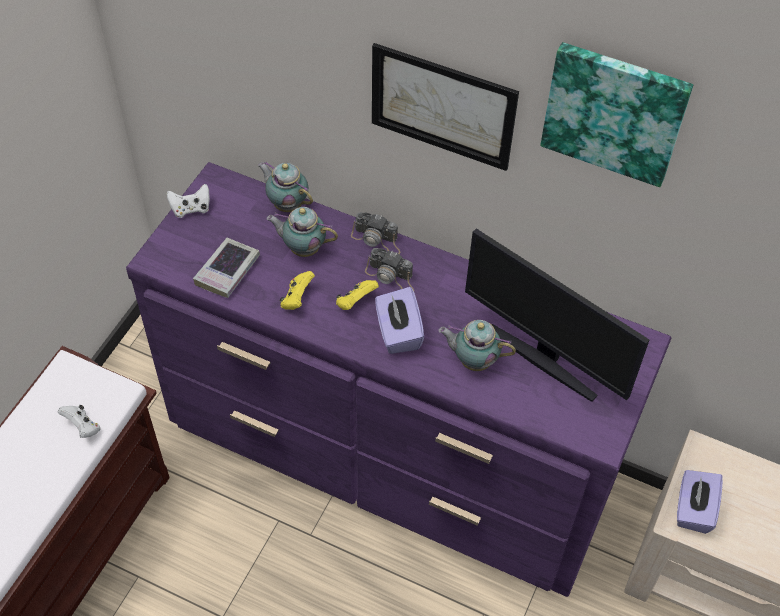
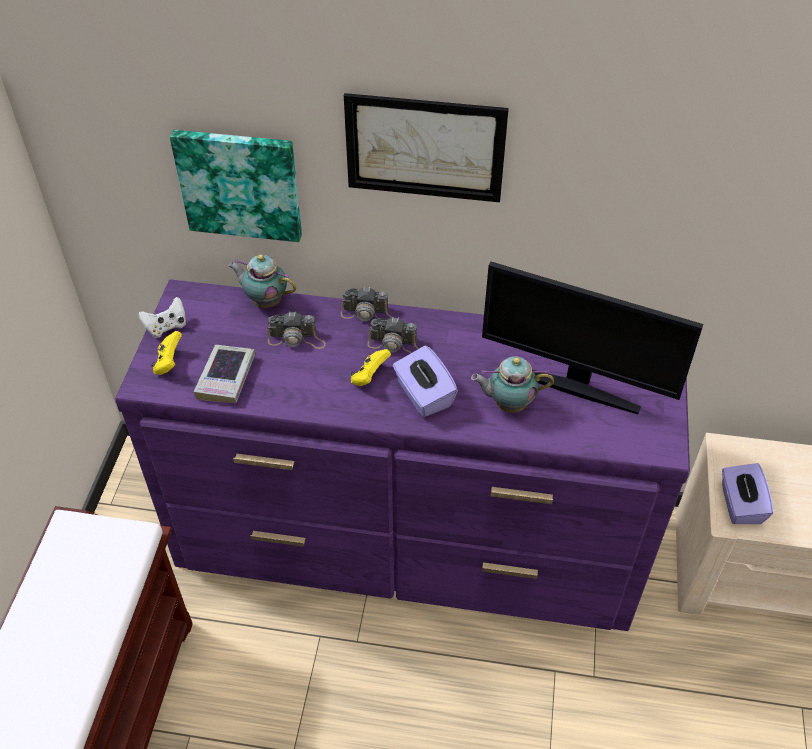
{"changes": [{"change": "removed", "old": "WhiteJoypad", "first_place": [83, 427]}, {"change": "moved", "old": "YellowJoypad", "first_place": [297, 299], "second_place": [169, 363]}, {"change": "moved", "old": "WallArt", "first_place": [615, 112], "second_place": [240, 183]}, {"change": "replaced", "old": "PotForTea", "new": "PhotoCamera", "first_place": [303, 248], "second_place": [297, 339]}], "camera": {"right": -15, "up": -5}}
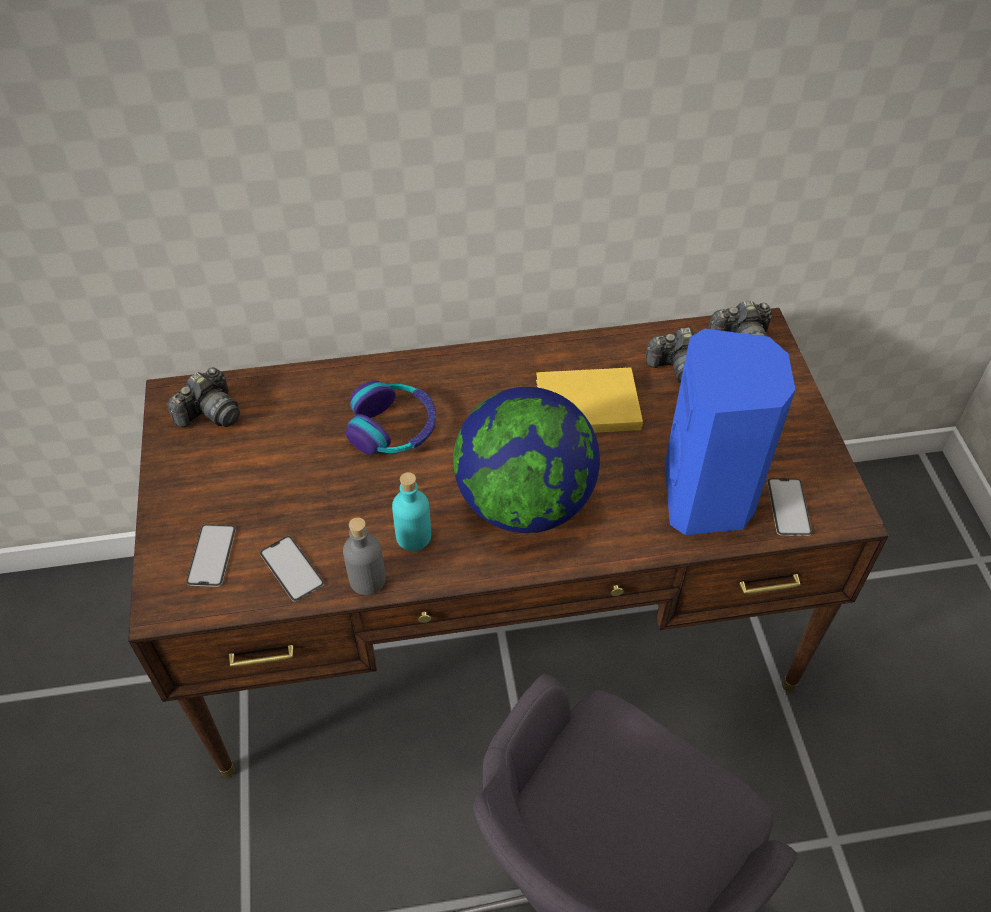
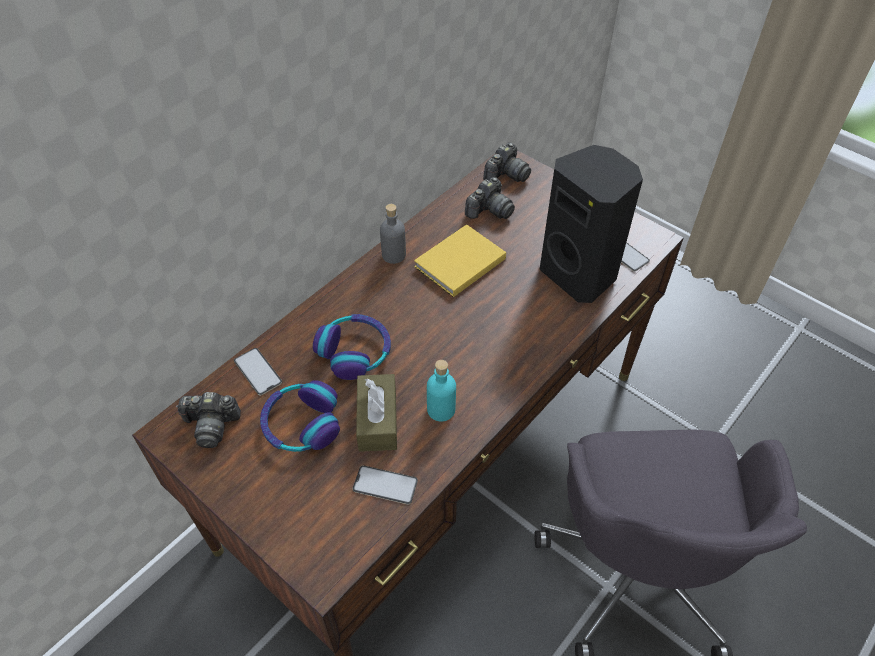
{"changes": [{"change": "removed", "old": "Globe", "first_place": [524, 503]}, {"change": "added", "new": "PairOfHeadphones", "second_place": [301, 424]}, {"change": "added", "new": "BrownTissueBox", "second_place": [377, 420]}, {"change": "moved", "old": "Telephone", "first_place": [211, 555], "second_place": [258, 371]}, {"change": "moved", "old": "GreyBottle", "first_place": [367, 580], "second_place": [393, 255]}, {"change": "recoloured", "old": "BluishAudioSpeaker", "new": "BlackishAudioSpeaker", "first_place": [708, 497], "second_place": [580, 274]}, {"change": "turned", "old": "PhotoCamera", "first_place": [210, 413], "second_place": [211, 425], "degrees": 90}], "camera": {"right": -40, "up": 0}}
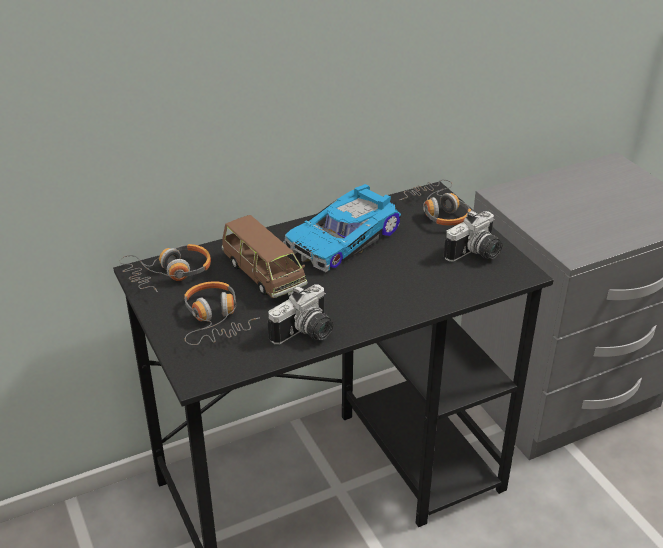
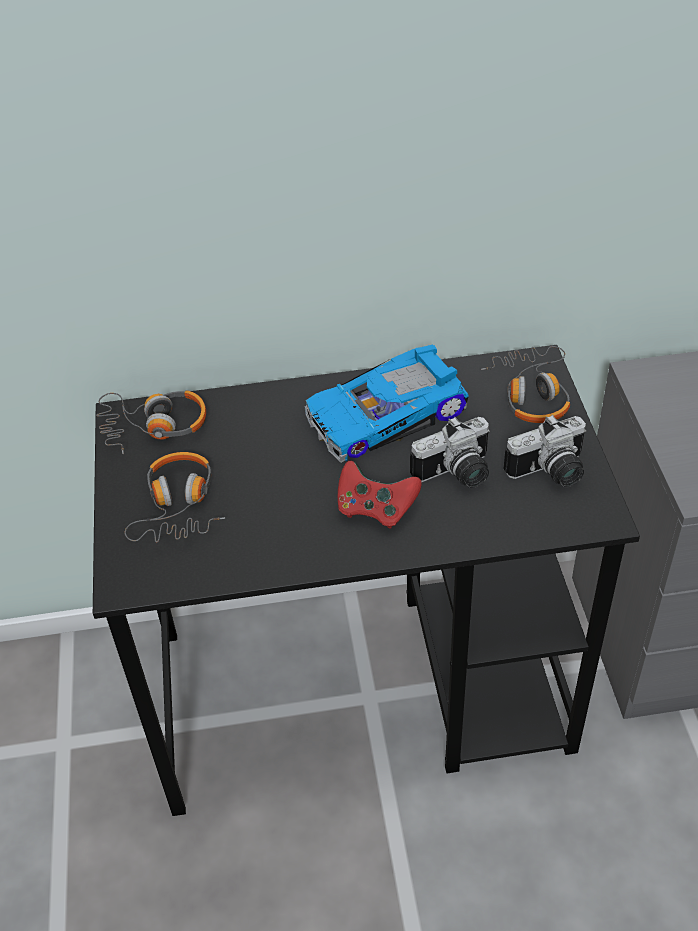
{"changes": [{"change": "removed", "old": "BrownToyCar", "first_place": [263, 274]}, {"change": "added", "new": "RedJoypad", "second_place": [375, 508]}, {"change": "moved", "old": "PhotoCamera", "first_place": [306, 334], "second_place": [457, 475]}], "camera": {"right": 20, "up": 10}}
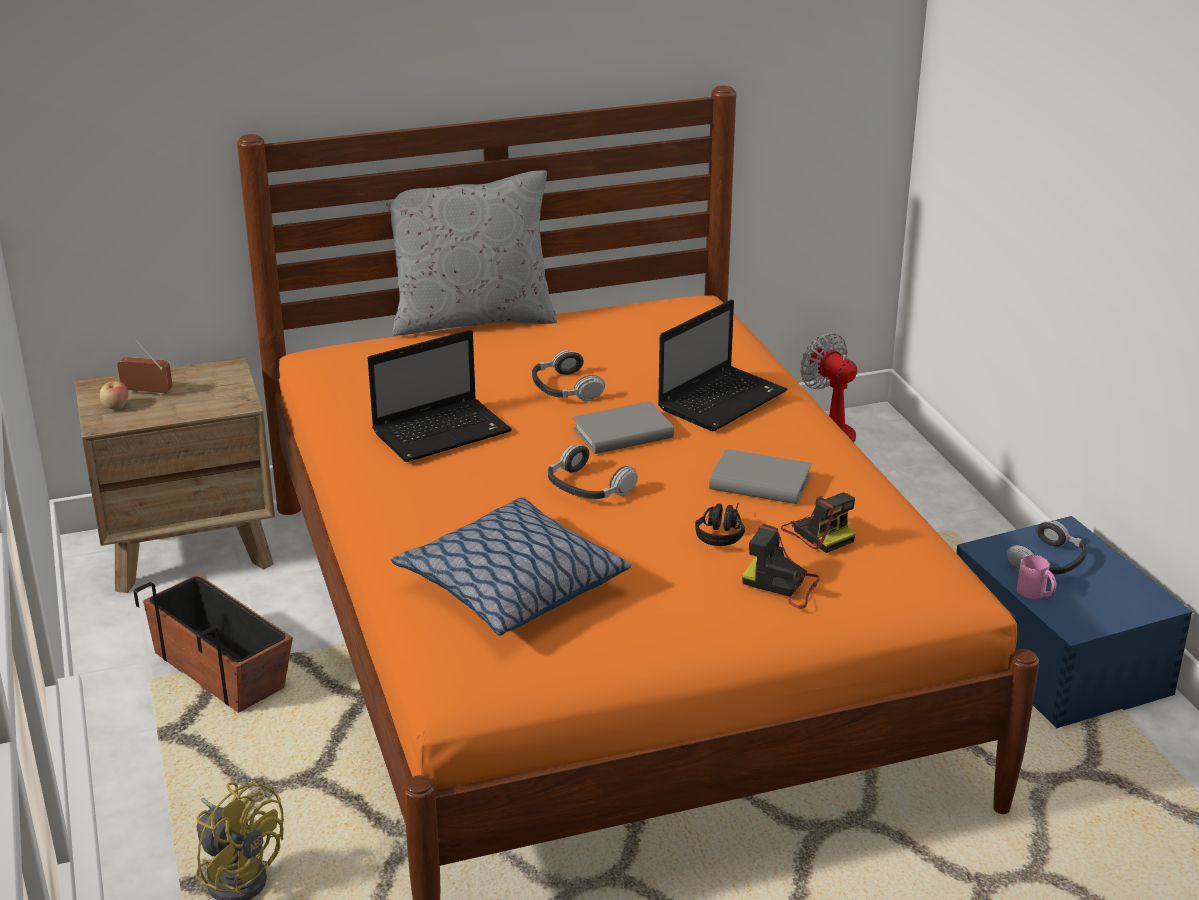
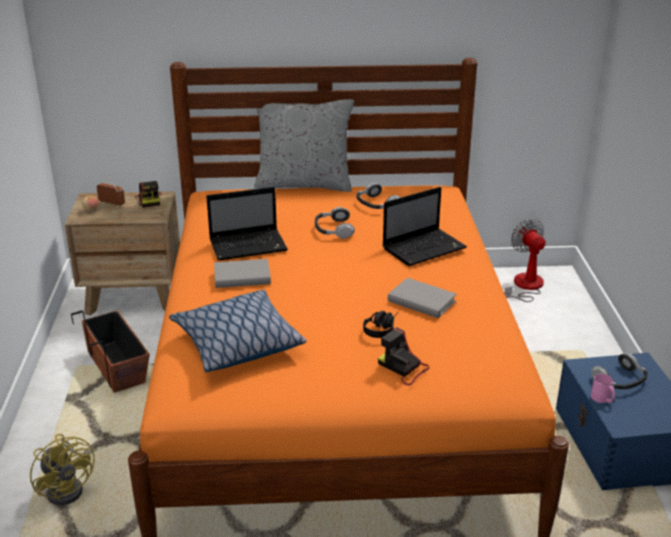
{"changes": [{"change": "moved", "old": "PairOfHeadphones", "first_place": [588, 487], "second_place": [376, 204]}, {"change": "moved", "old": "GreyVolume", "first_place": [623, 433], "second_place": [242, 277]}, {"change": "moved", "old": "PhotoCamera", "first_place": [818, 532], "second_place": [149, 200]}], "camera": {"right": 15, "up": 0}}
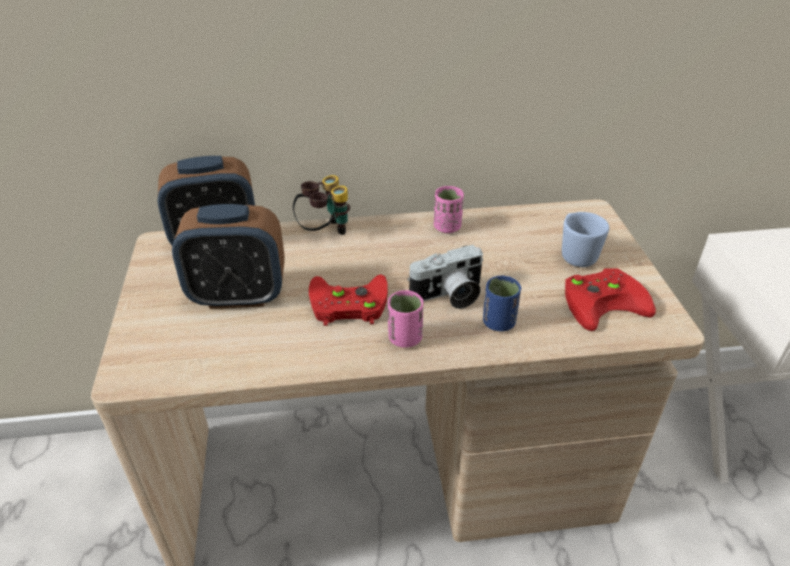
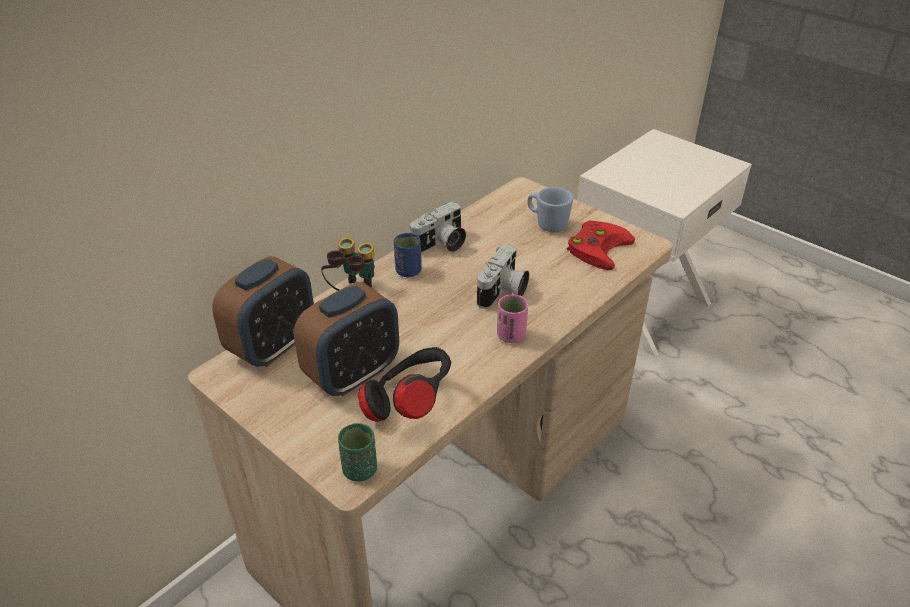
{"changes": [{"change": "removed", "old": "RedJoypad", "first_place": [346, 304]}, {"change": "added", "new": "GreenCup", "second_place": [360, 470]}, {"change": "added", "new": "BlackishPairOfHeadphones", "second_place": [410, 405]}, {"change": "moved", "old": "BluishCup", "first_place": [498, 323], "second_place": [408, 271]}, {"change": "replaced", "old": "PinkishCup", "new": "PhotoCamera", "first_place": [447, 227], "second_place": [441, 245]}], "camera": {"right": -40, "up": 0}}
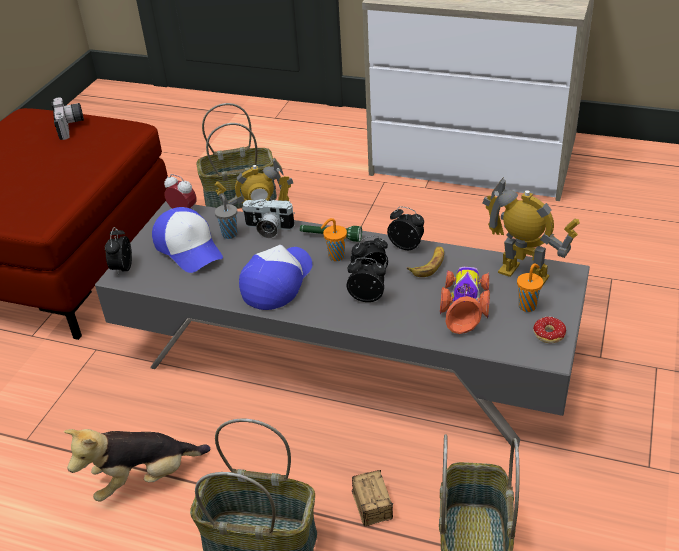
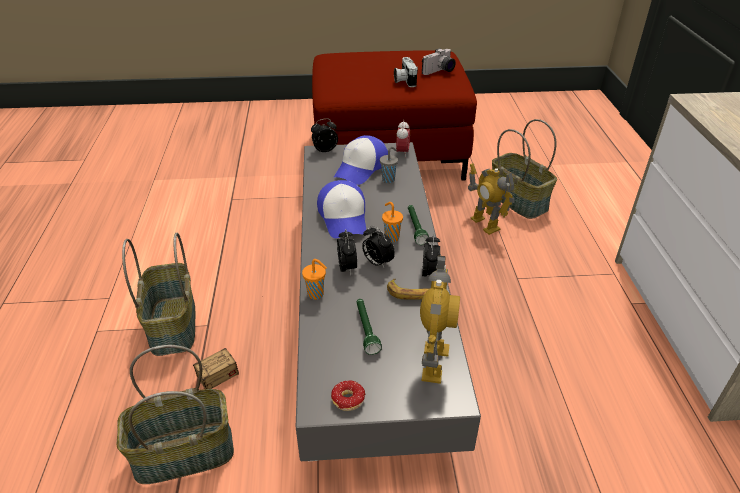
{"changes": [{"change": "removed", "old": "PlushToy", "first_place": [144, 479]}, {"change": "moved", "old": "PhotoCamera", "first_place": [268, 229], "second_place": [404, 80]}, {"change": "moved", "old": "OrangeCup", "first_place": [528, 306], "second_place": [316, 294]}, {"change": "replaced", "old": "ToyCar", "new": "GreenTorch", "first_place": [465, 304], "second_place": [366, 329]}, {"change": "turned", "old": "BaseballCap", "first_place": [277, 282], "second_place": [344, 217], "degrees": 75}], "camera": {"right": 65, "up": 0}}
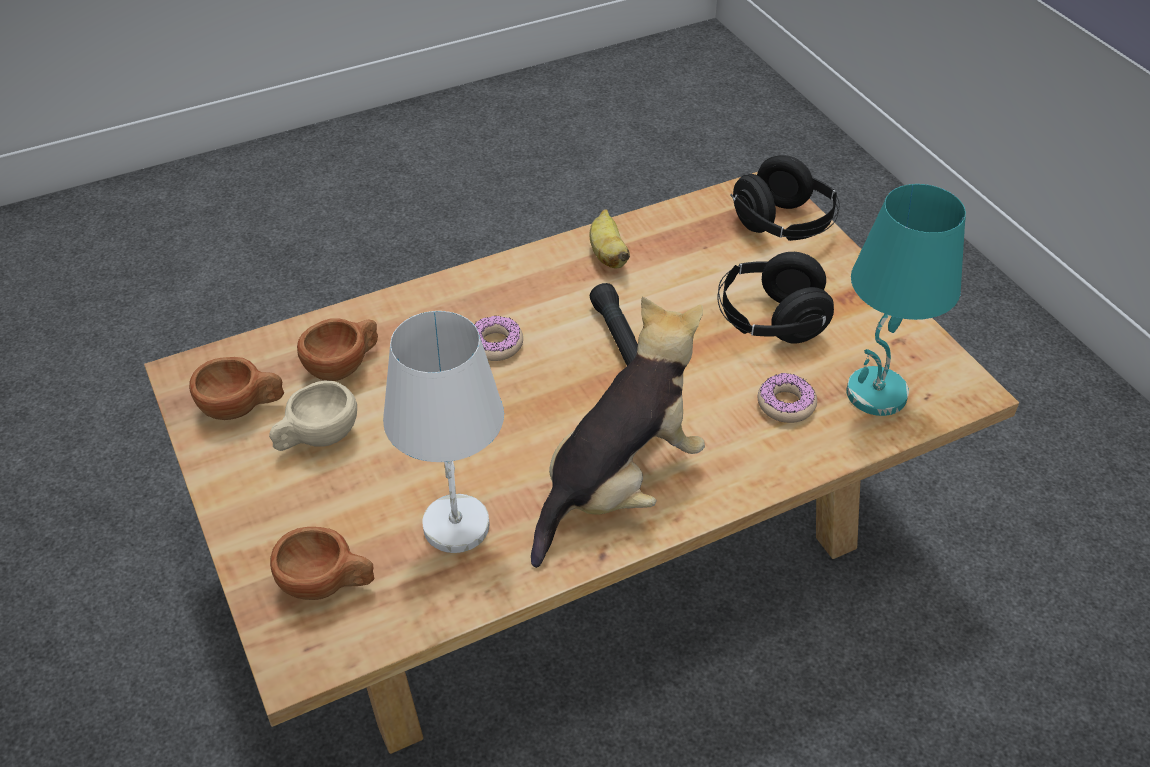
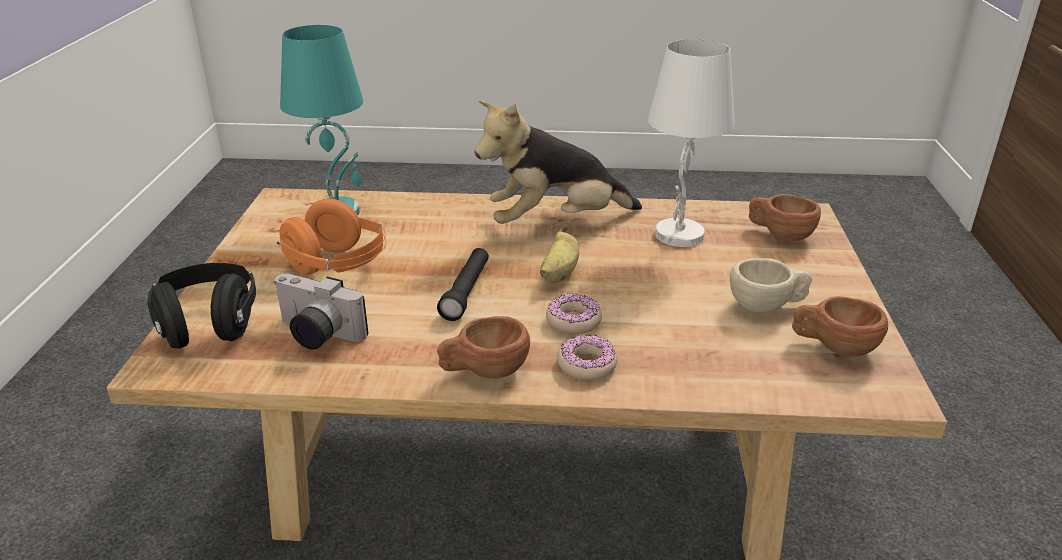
{"changes": [{"change": "added", "new": "PhotoCamera", "second_place": [315, 335]}, {"change": "moved", "old": "BrownCup", "first_place": [344, 365], "second_place": [484, 371]}, {"change": "moved", "old": "WholeBanana", "first_place": [607, 255], "second_place": [559, 274]}, {"change": "moved", "old": "Donut", "first_place": [786, 404], "second_place": [586, 365]}, {"change": "recoloured", "old": "BlackishPairOfHeadphones", "new": "OrangePairOfHeadphones", "first_place": [770, 321], "second_place": [338, 266]}], "camera": {"right": -150, "up": -15}}
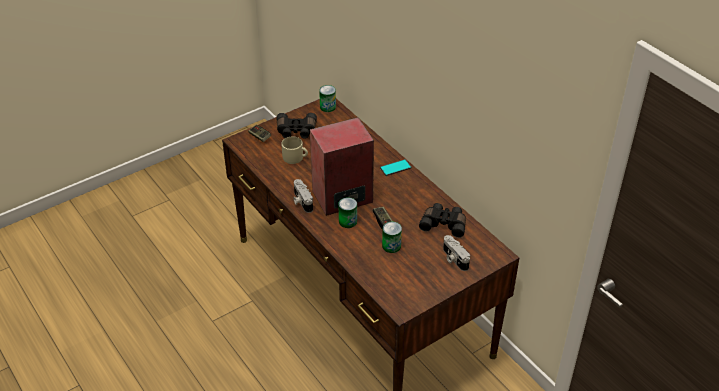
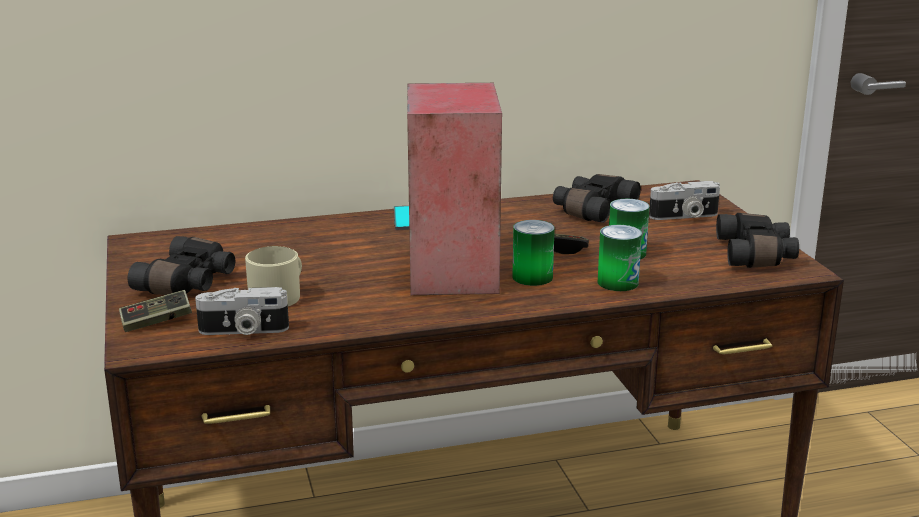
{"changes": [{"change": "added", "new": "BlackishFieldGlasses", "second_place": [757, 255]}, {"change": "moved", "old": "PhotoCamera", "first_place": [301, 201], "second_place": [243, 331]}, {"change": "moved", "old": "MetalCan", "first_place": [328, 107], "second_place": [618, 282]}], "camera": {"right": -70, "up": -20}}
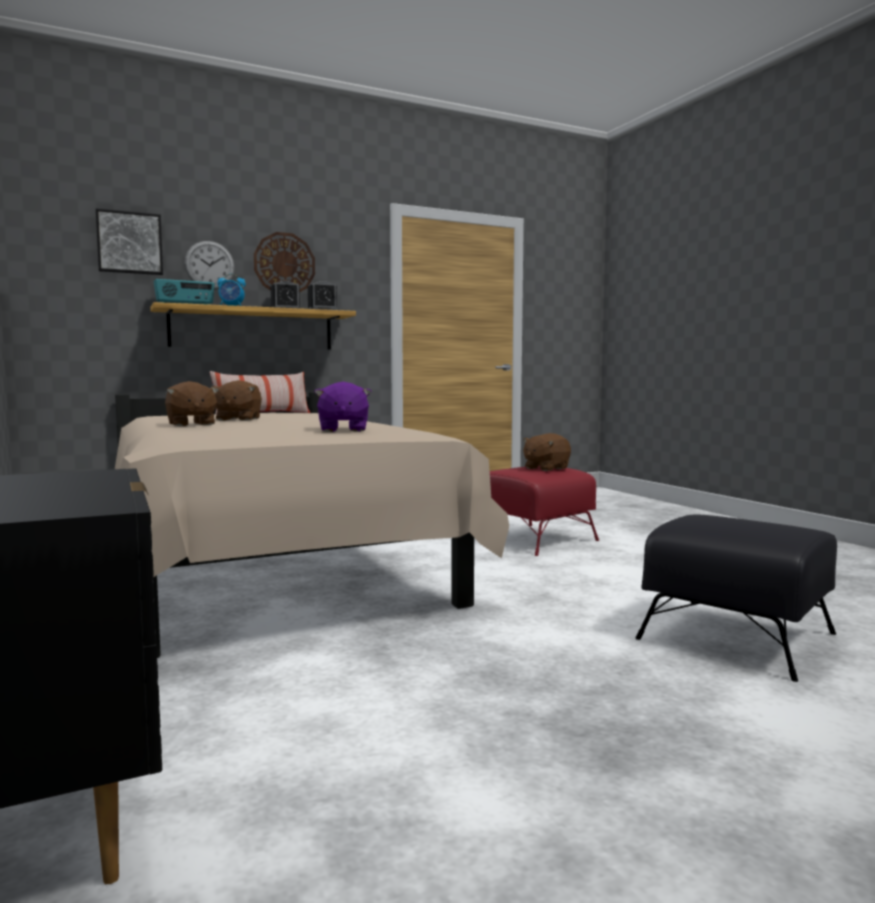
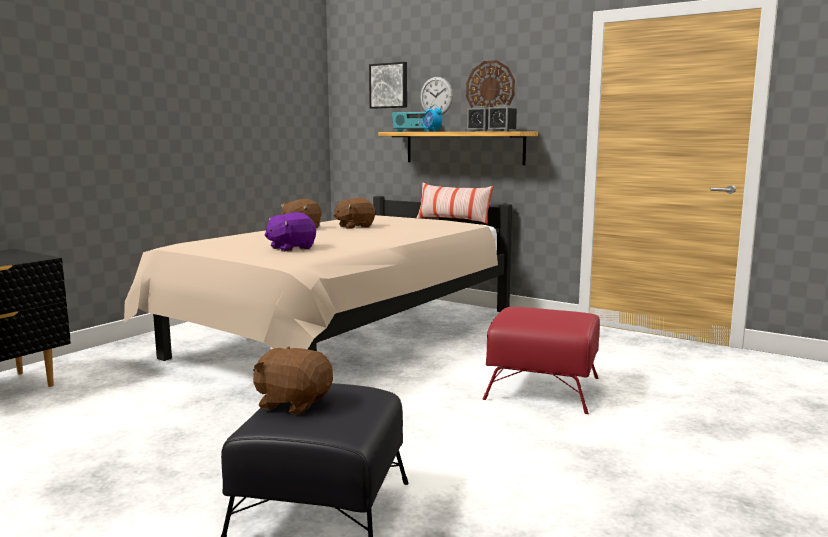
{"changes": [{"change": "moved", "old": "BrownPlushToy", "first_place": [545, 468], "second_place": [293, 403]}], "camera": {"right": 60, "up": 5}}
